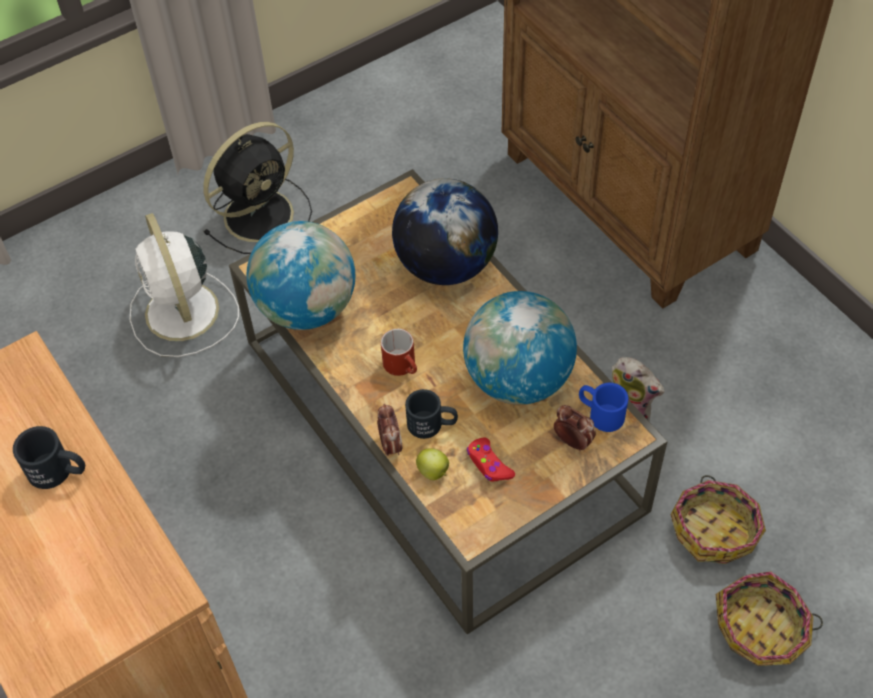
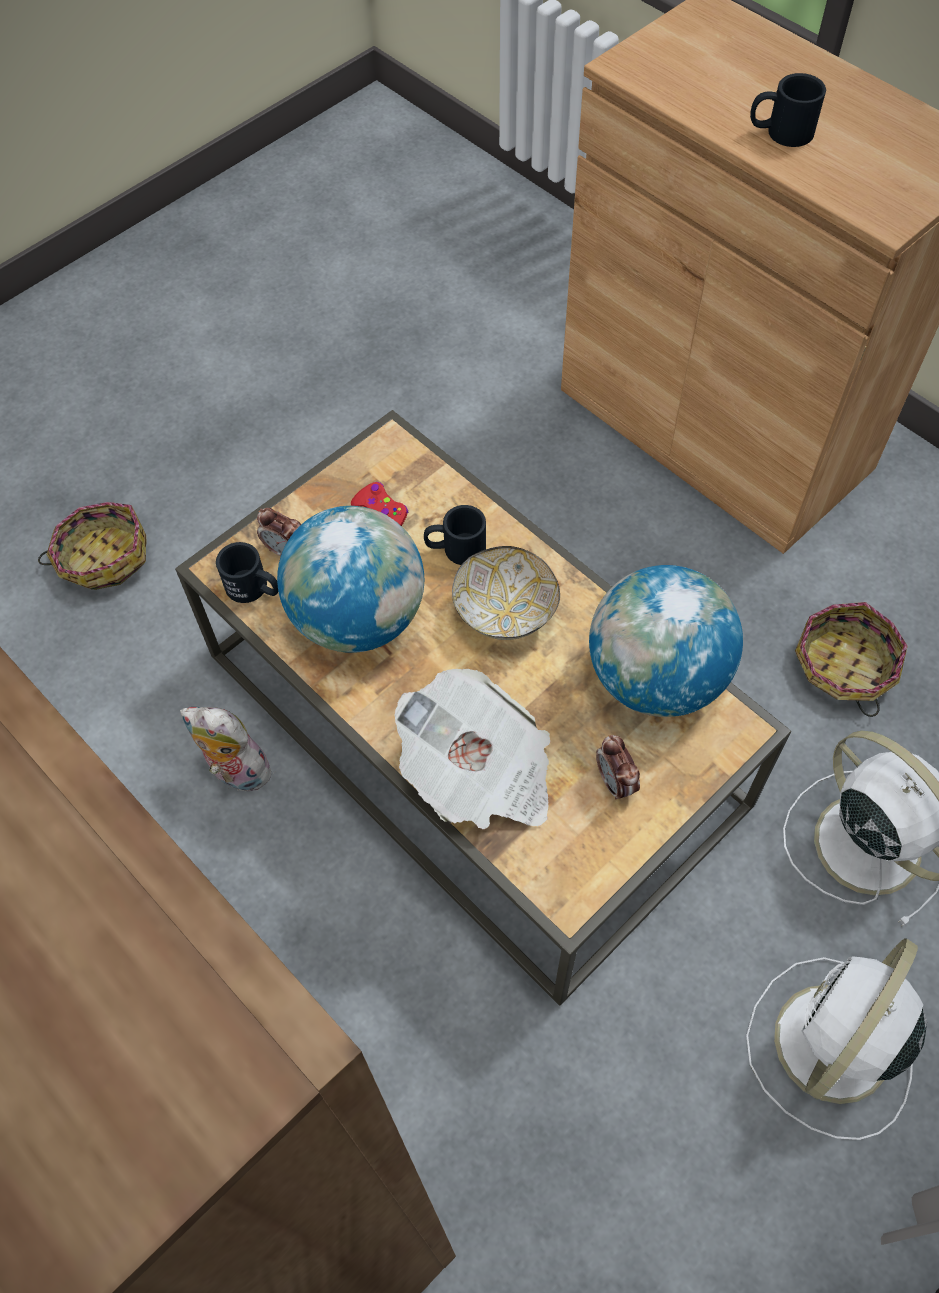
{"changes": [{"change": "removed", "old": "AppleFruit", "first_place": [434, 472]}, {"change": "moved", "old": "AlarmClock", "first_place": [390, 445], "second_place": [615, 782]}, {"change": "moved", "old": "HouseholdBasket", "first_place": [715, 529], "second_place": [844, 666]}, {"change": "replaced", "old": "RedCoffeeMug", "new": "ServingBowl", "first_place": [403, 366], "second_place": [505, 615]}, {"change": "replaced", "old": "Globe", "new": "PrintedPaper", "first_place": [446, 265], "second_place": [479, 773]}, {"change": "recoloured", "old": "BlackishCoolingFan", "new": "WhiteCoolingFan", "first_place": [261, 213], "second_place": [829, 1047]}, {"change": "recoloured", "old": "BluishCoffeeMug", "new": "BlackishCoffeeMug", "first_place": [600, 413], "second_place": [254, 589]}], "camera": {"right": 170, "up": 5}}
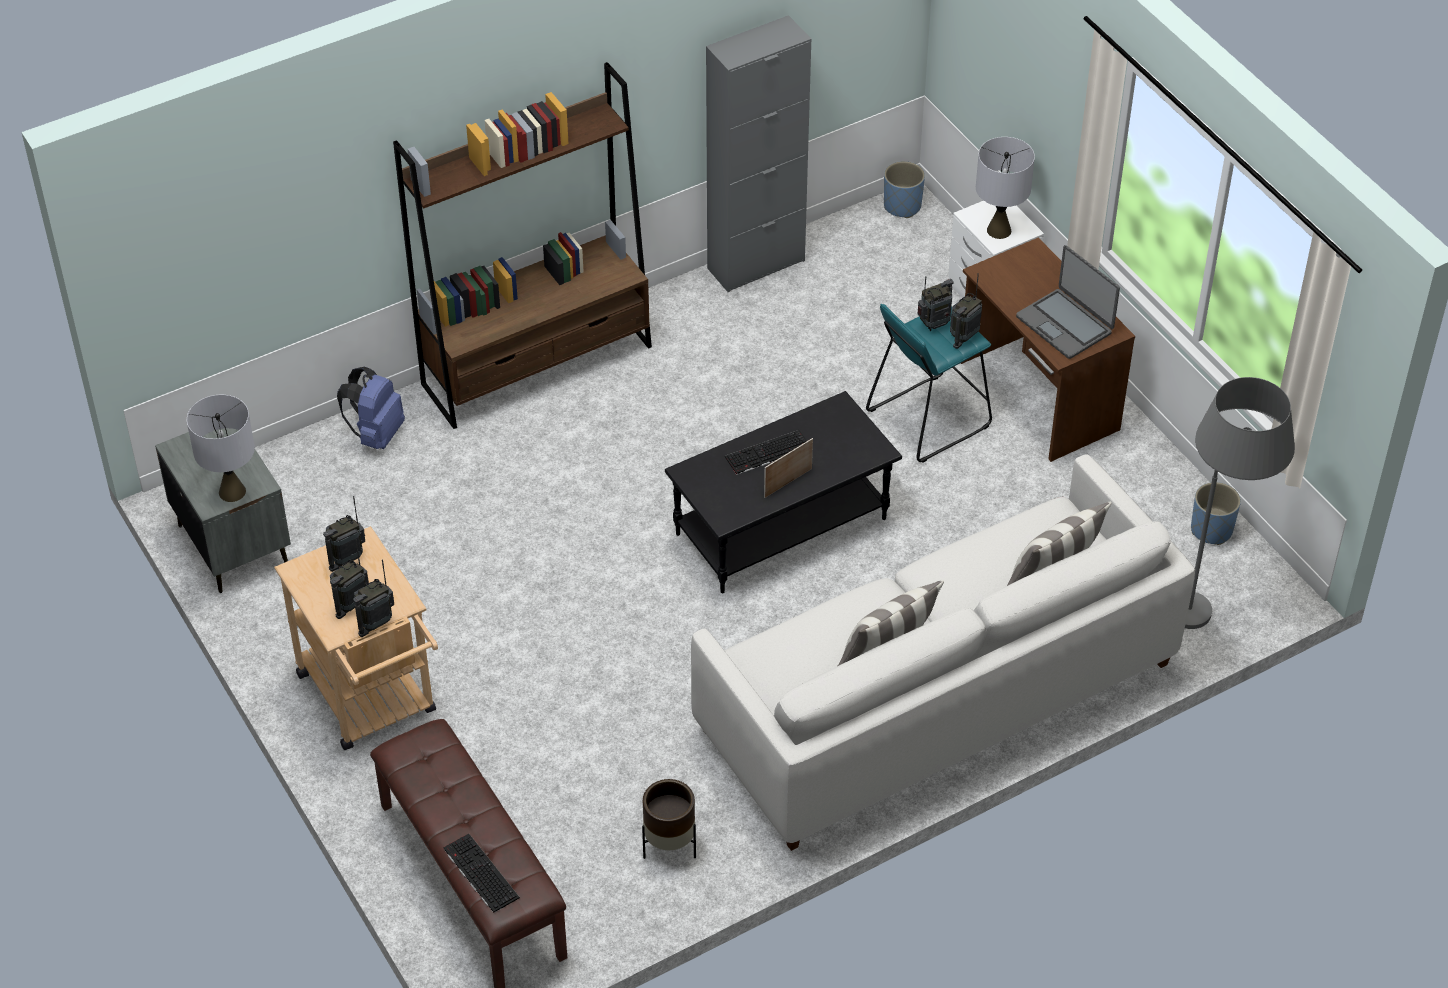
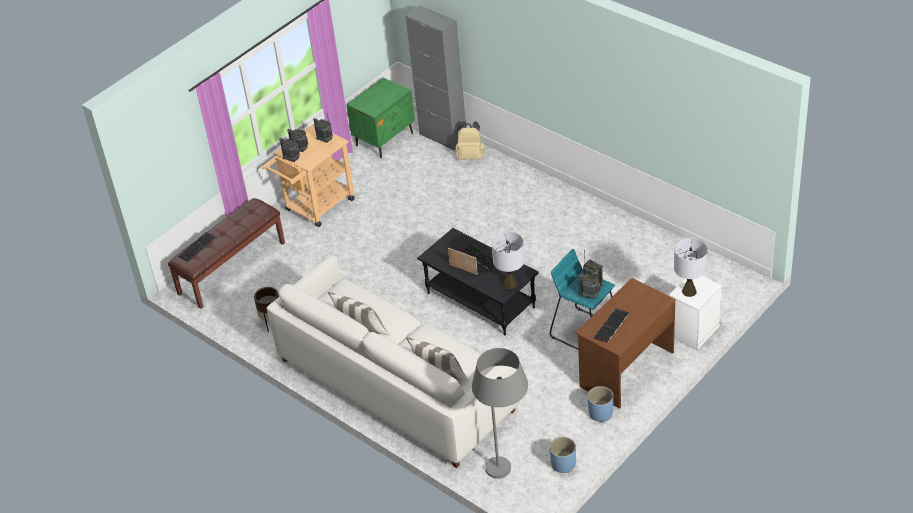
{"changes": [{"change": "removed", "old": "BrownBookshelf", "first_place": [538, 365]}, {"change": "moved", "old": "GreyLampForATable", "first_place": [232, 492], "second_place": [510, 284]}, {"change": "moved", "old": "GreyStorageCabinet", "first_place": [756, 264], "second_place": [443, 137]}, {"change": "moved", "old": "BluishPlantPot", "first_place": [902, 206], "second_place": [600, 413]}, {"change": "replaced", "old": "PortableComputer", "new": "ComputerKeyboard", "first_place": [1065, 324], "second_place": [611, 326]}, {"change": "recoloured", "old": "GreyNightstand", "new": "GreenNightstand", "first_place": [233, 544], "second_place": [385, 139]}, {"change": "recoloured", "old": "BluishRucksack", "new": "SandColouredRucksack", "first_place": [376, 434], "second_place": [471, 156]}], "camera": {"right": 75, "up": -5}}
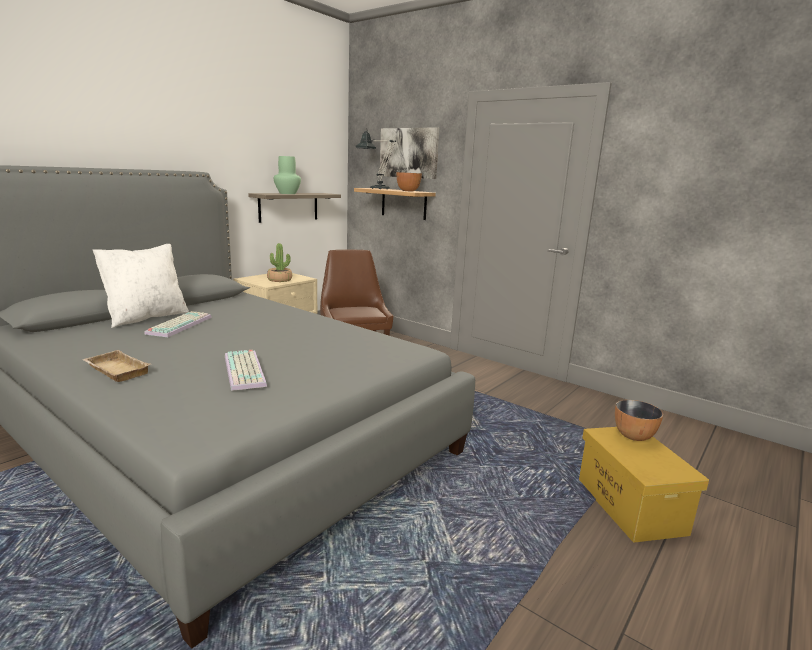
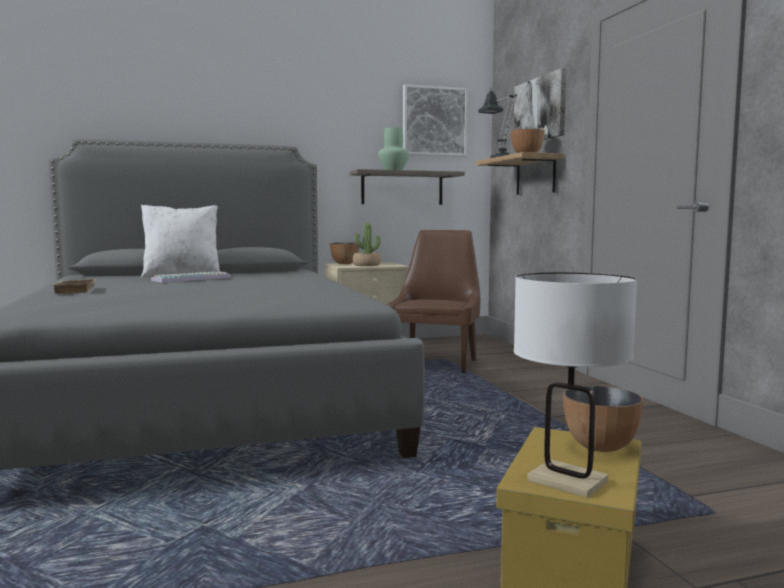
{"changes": [{"change": "removed", "old": "ComputerKeyboard", "first_place": [246, 371]}, {"change": "added", "new": "ServingBowl", "second_place": [344, 263]}, {"change": "added", "new": "WallArt", "second_place": [434, 121]}, {"change": "added", "new": "WhiteLampForATable", "second_place": [567, 481]}], "camera": {"right": 35, "up": -10}}
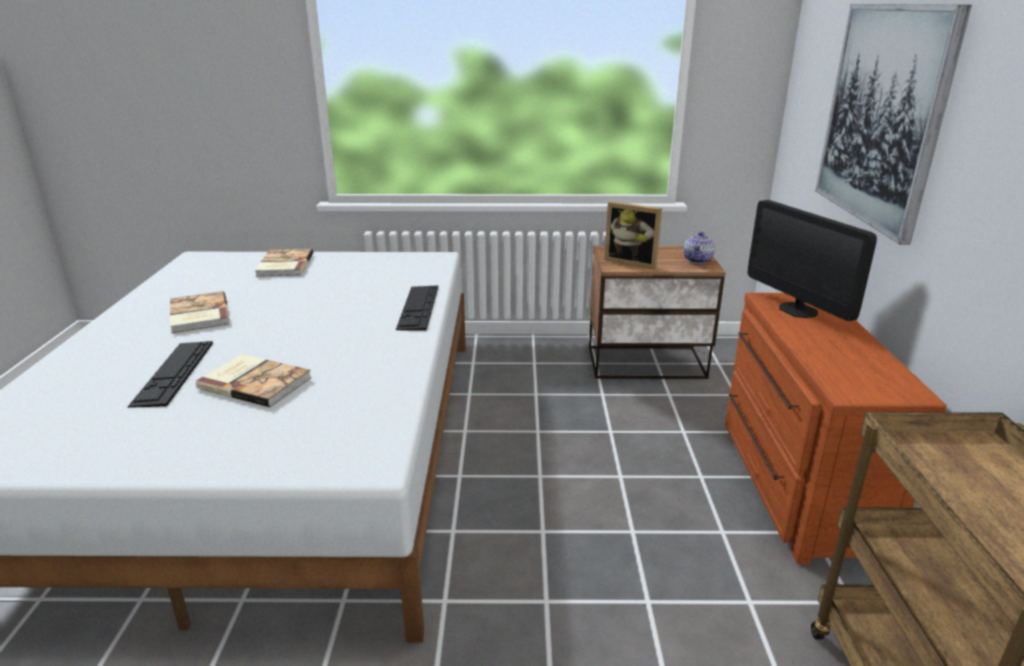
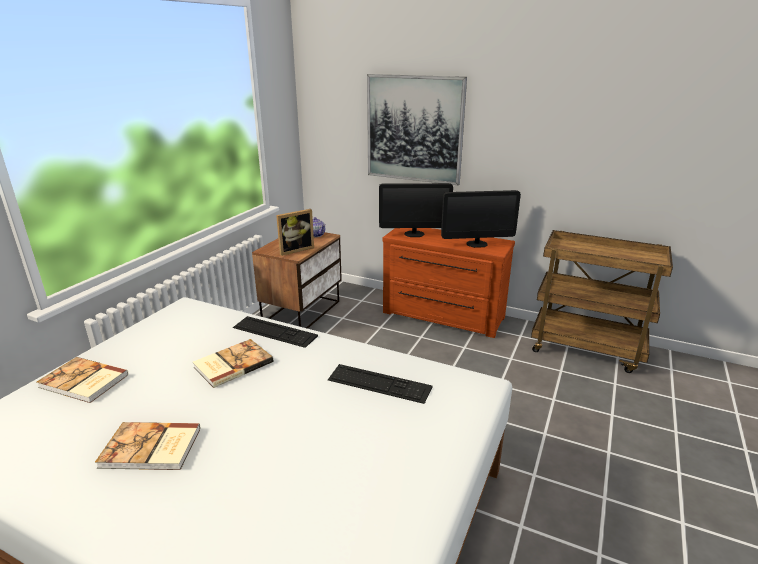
{"changes": [{"change": "added", "new": "Monitor", "second_place": [476, 244]}, {"change": "moved", "old": "ComputerKeyboard", "first_place": [174, 372], "second_place": [379, 383]}, {"change": "moved", "old": "Volume", "first_place": [256, 382], "second_place": [232, 364]}], "camera": {"right": -65, "up": 0}}
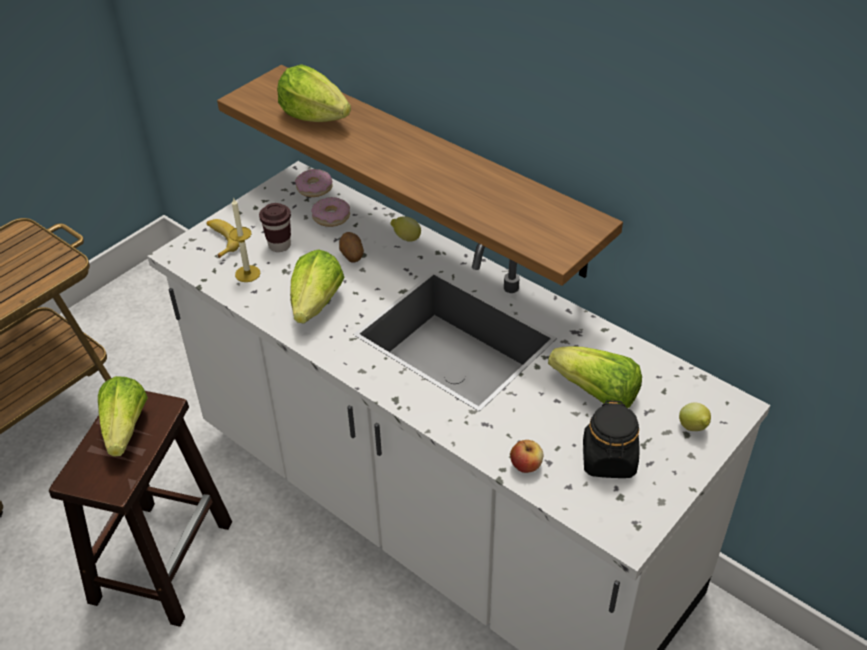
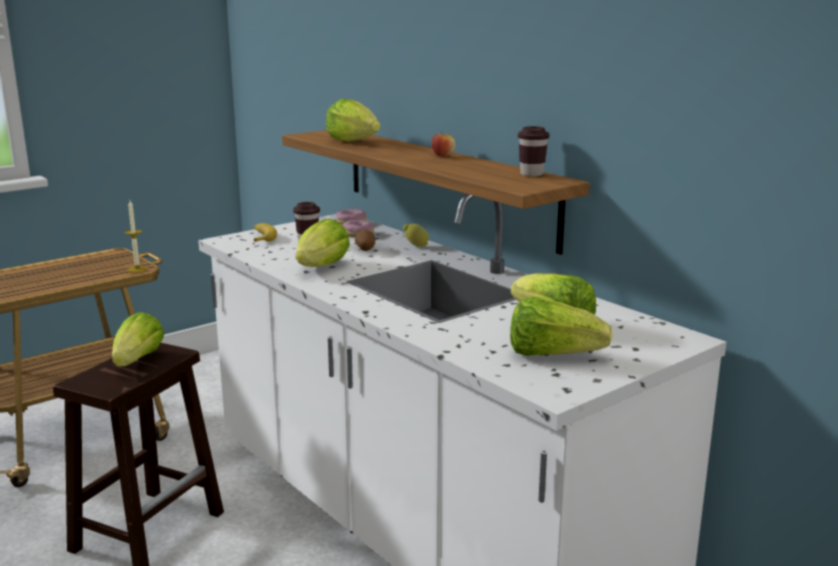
{"changes": [{"change": "removed", "old": "WholeLemon", "first_place": [693, 428]}, {"change": "added", "new": "BrownCup", "second_place": [531, 174]}, {"change": "moved", "old": "WaxCandle", "first_place": [247, 273], "second_place": [137, 269]}, {"change": "moved", "old": "AppleFruit", "first_place": [526, 465], "second_place": [443, 155]}, {"change": "replaced", "old": "BlackishJar", "new": "HeadOfLettuce", "first_place": [609, 460], "second_place": [552, 355]}], "camera": {"right": 10, "up": -25}}
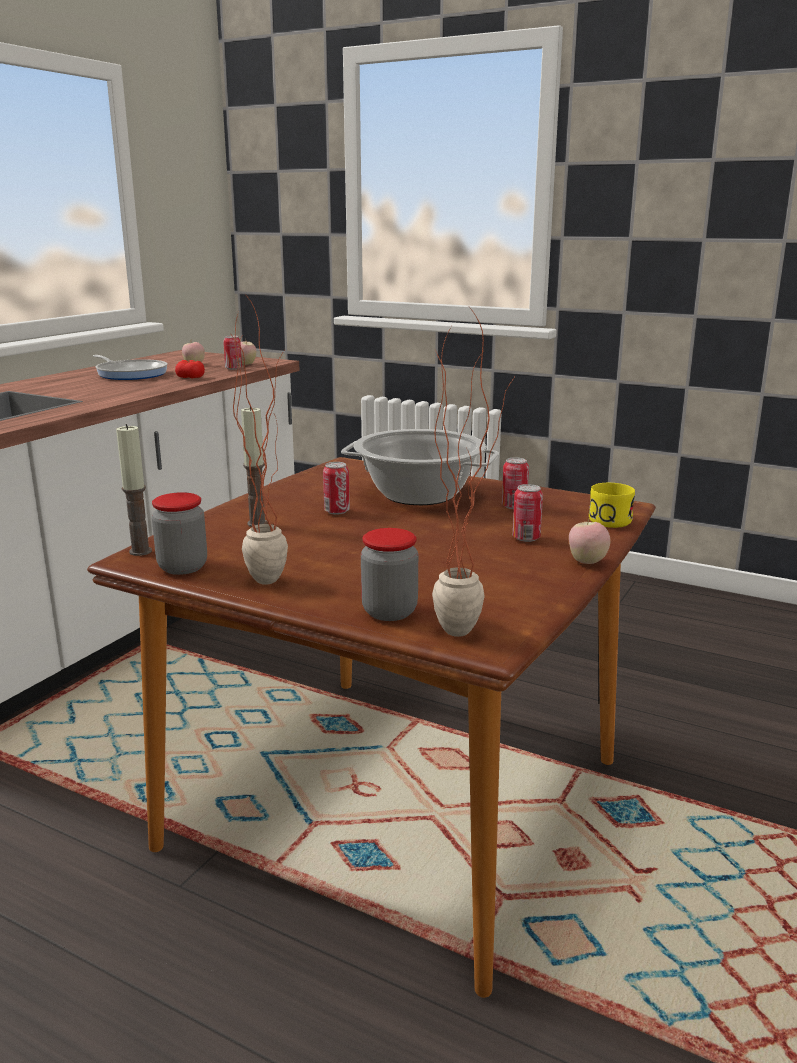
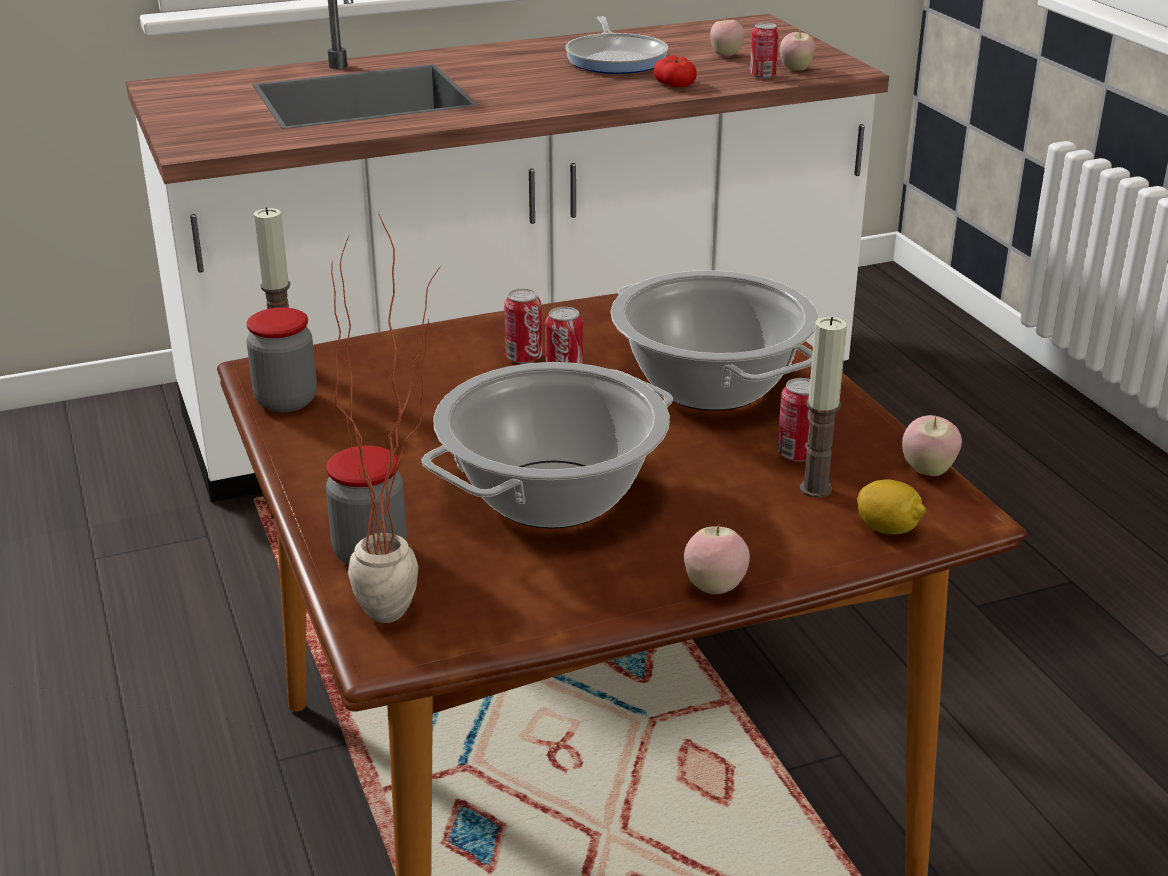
{"changes": [{"change": "removed", "old": "PottedPlant", "first_place": [269, 575]}, {"change": "added", "new": "Stockpot", "second_place": [552, 496]}, {"change": "added", "new": "AppleFruit", "second_place": [927, 471]}, {"change": "moved", "old": "WaxCandle", "first_place": [257, 523], "second_place": [815, 489]}, {"change": "moved", "old": "MetalCan", "first_place": [526, 538], "second_place": [523, 358]}, {"change": "replaced", "old": "YellowCoffeeMug", "new": "WholeLemon", "first_place": [607, 519], "second_place": [888, 528]}], "camera": {"right": 40, "up": 10}}
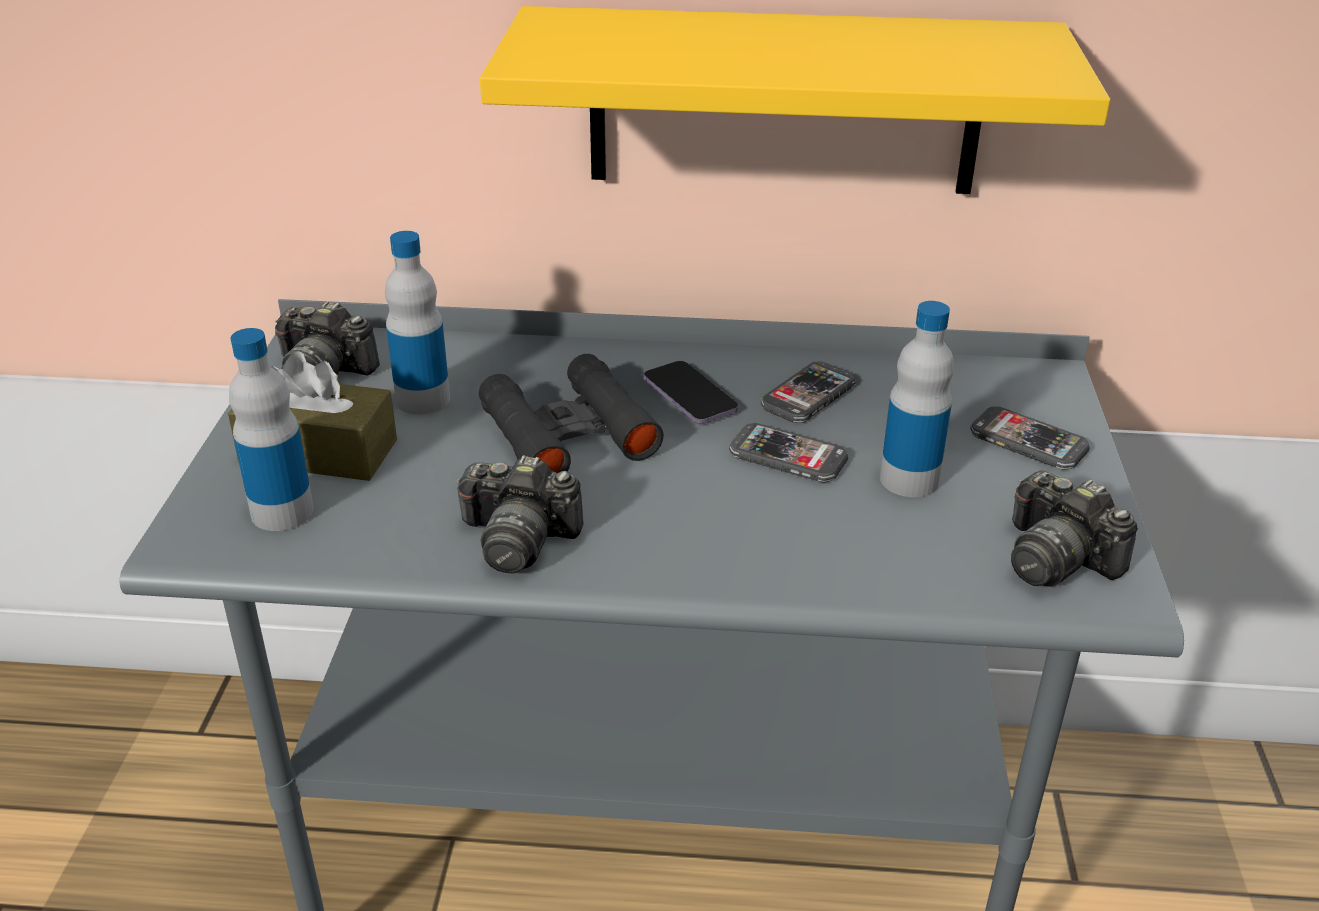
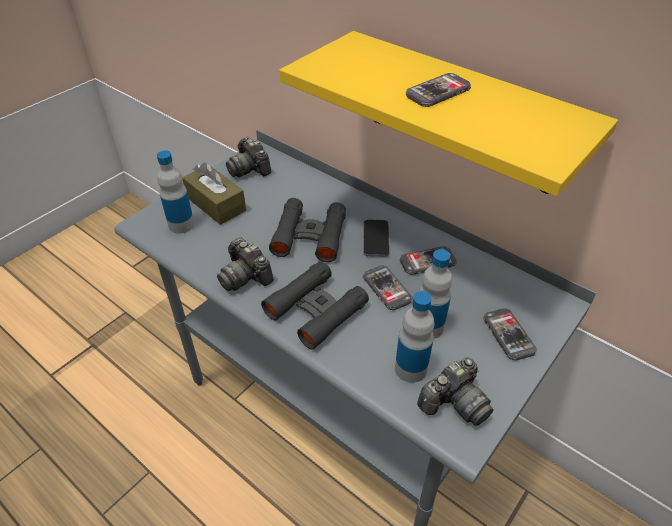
{"changes": [{"change": "added", "new": "BlackishFieldGlasses", "second_place": [316, 310]}, {"change": "added", "new": "Telephone", "second_place": [438, 92]}, {"change": "moved", "old": "Bottle", "first_place": [423, 400], "second_place": [411, 368]}, {"change": "turned", "old": "PhotoCamera", "first_place": [1056, 559], "second_place": [454, 403], "degrees": -120}], "camera": {"right": 35, "up": 10}}
